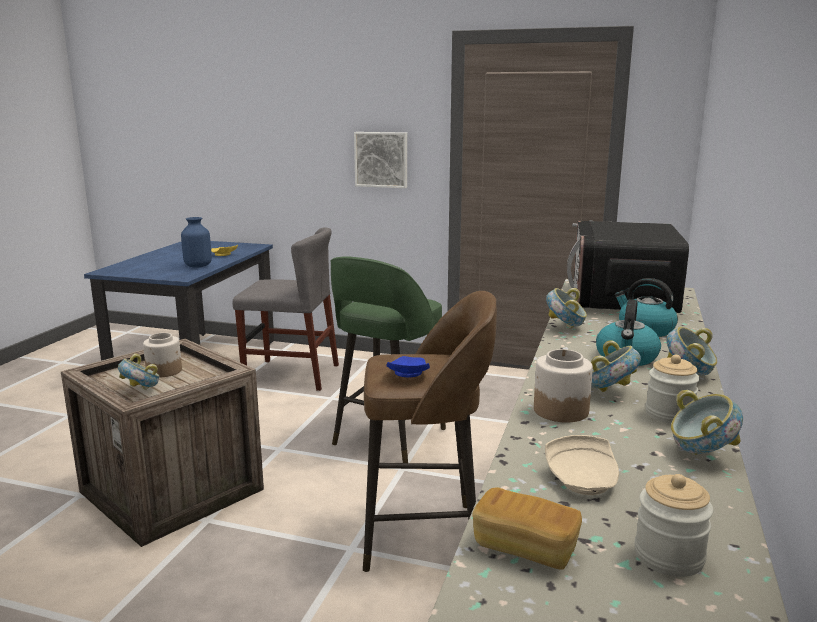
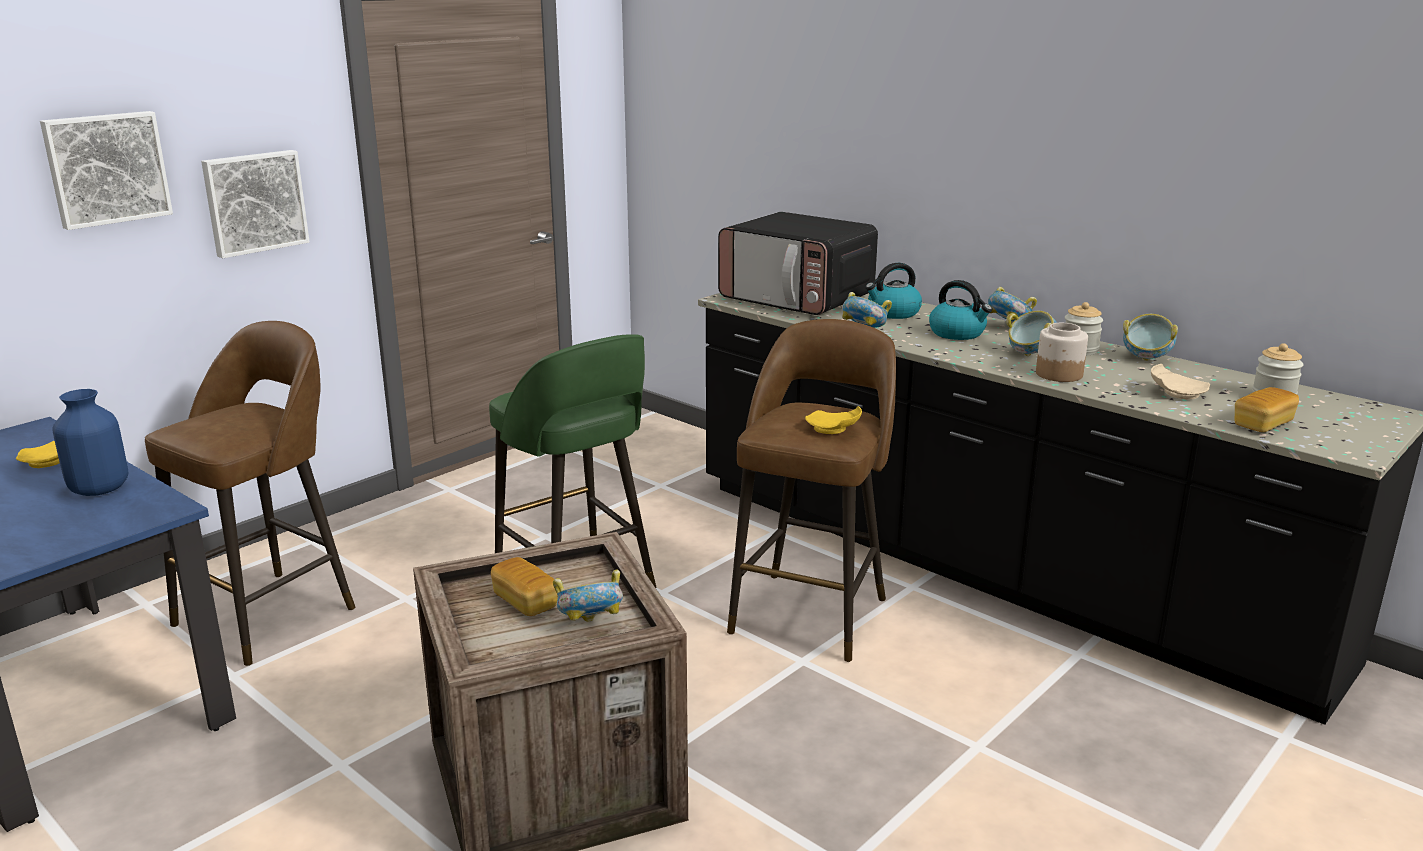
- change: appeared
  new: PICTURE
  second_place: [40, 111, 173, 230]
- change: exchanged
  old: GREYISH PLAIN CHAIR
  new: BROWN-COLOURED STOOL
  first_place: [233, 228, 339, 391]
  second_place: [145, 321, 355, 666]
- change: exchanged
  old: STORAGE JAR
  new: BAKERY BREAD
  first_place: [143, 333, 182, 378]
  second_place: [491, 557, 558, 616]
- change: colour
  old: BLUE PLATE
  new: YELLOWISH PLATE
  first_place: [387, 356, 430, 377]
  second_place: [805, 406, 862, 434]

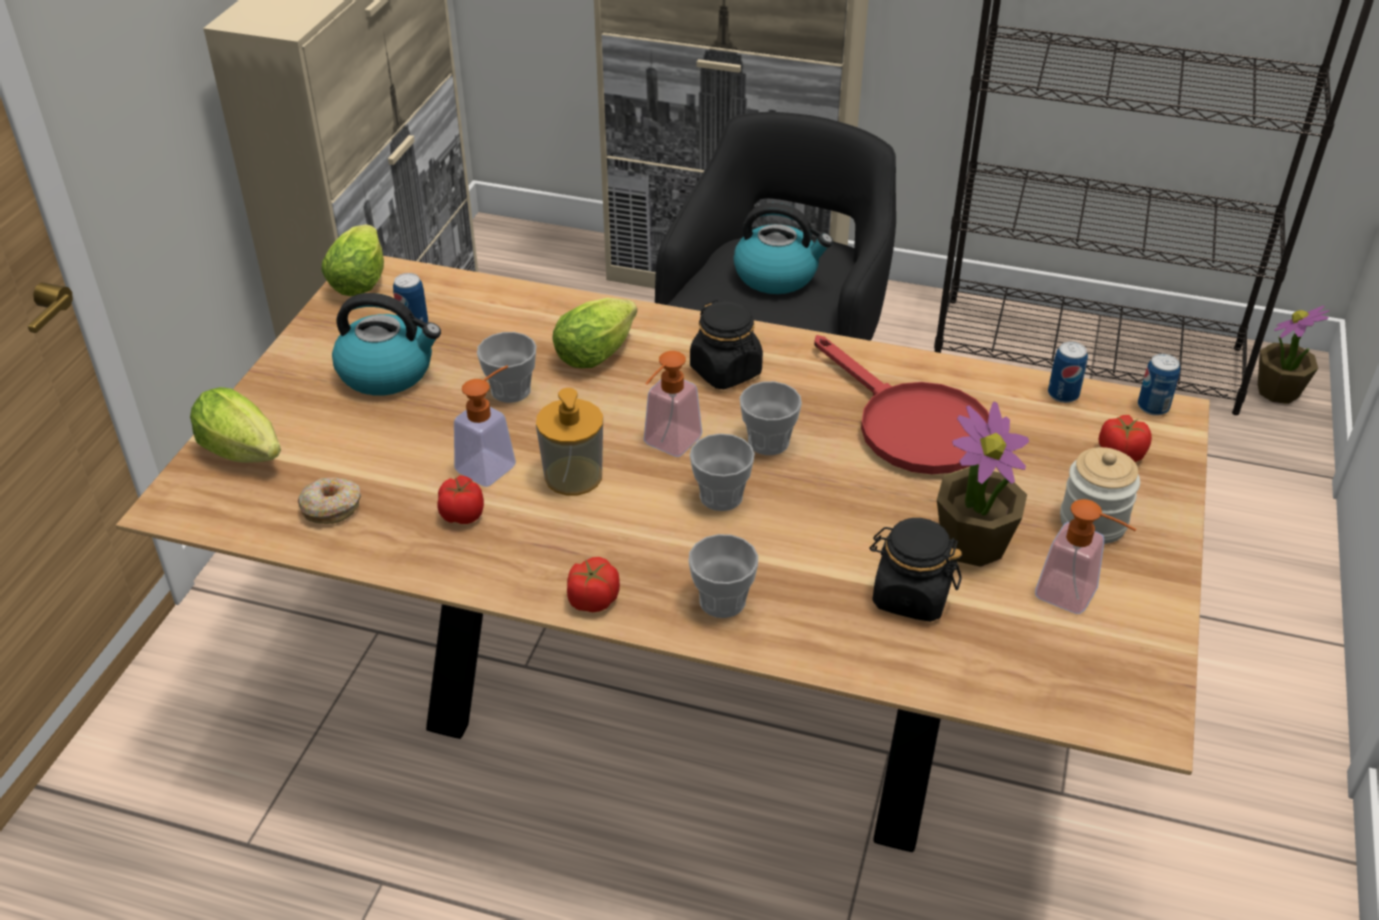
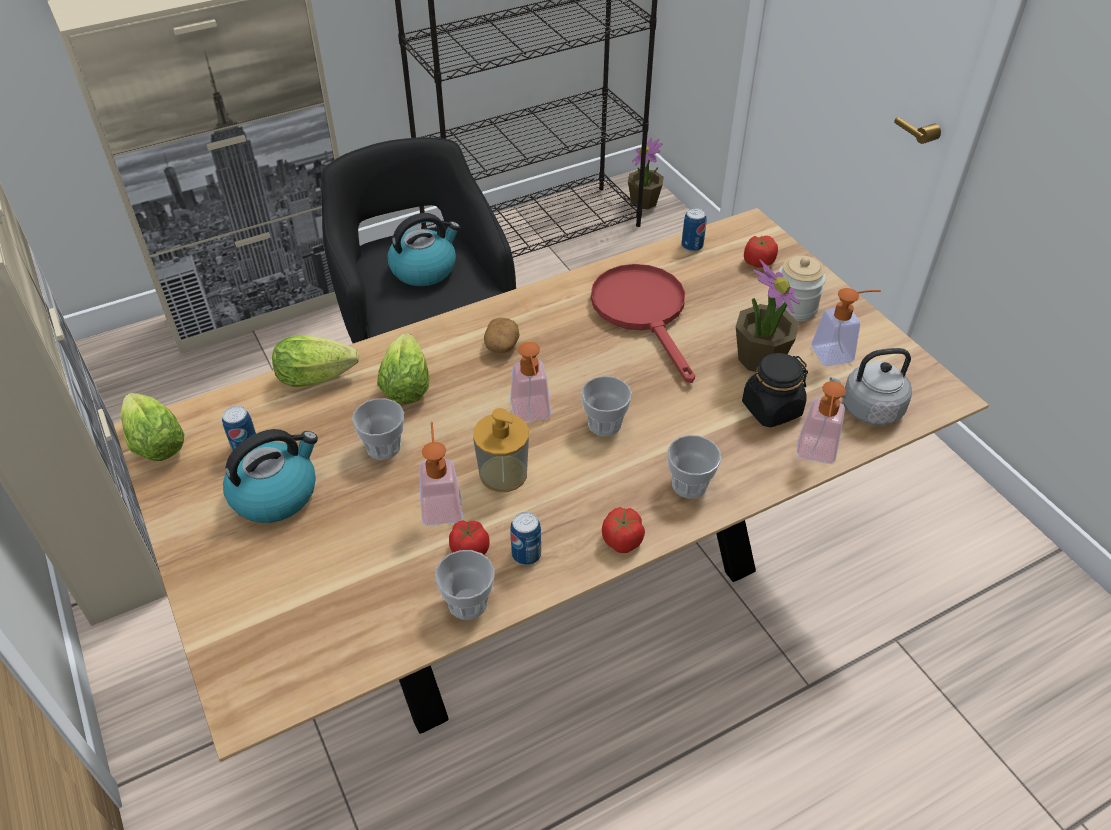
- change: relocated
  old: HEAD OF LETTUCE
  first_place: [190, 387, 281, 463]
  second_place: [272, 336, 359, 387]
- change: relocated
  old: DRINKING CUP
  first_place: [740, 381, 802, 455]
  second_place: [435, 550, 494, 620]
- change: exchanged
  old: BLACK STORAGE JAR
  new: POTATO
  first_place: [690, 299, 763, 389]
  second_place: [484, 318, 520, 353]
- change: relocated
  old: CAN
  first_place: [1138, 354, 1180, 416]
  second_place: [510, 512, 541, 565]
- change: spun
  old: REDDISH SKILLET
  first_place: [814, 335, 989, 474]
  second_place: [591, 264, 695, 383]
  degrees: -120
- change: appeared
  new: SOAP DISPENSER
  second_place: [797, 381, 846, 464]
- change: appeared
  new: GREYISH TEA KETTLE
  second_place: [830, 348, 912, 425]
- change: missing
  old: RING DOUGHNUT
  first_place: [298, 478, 361, 524]

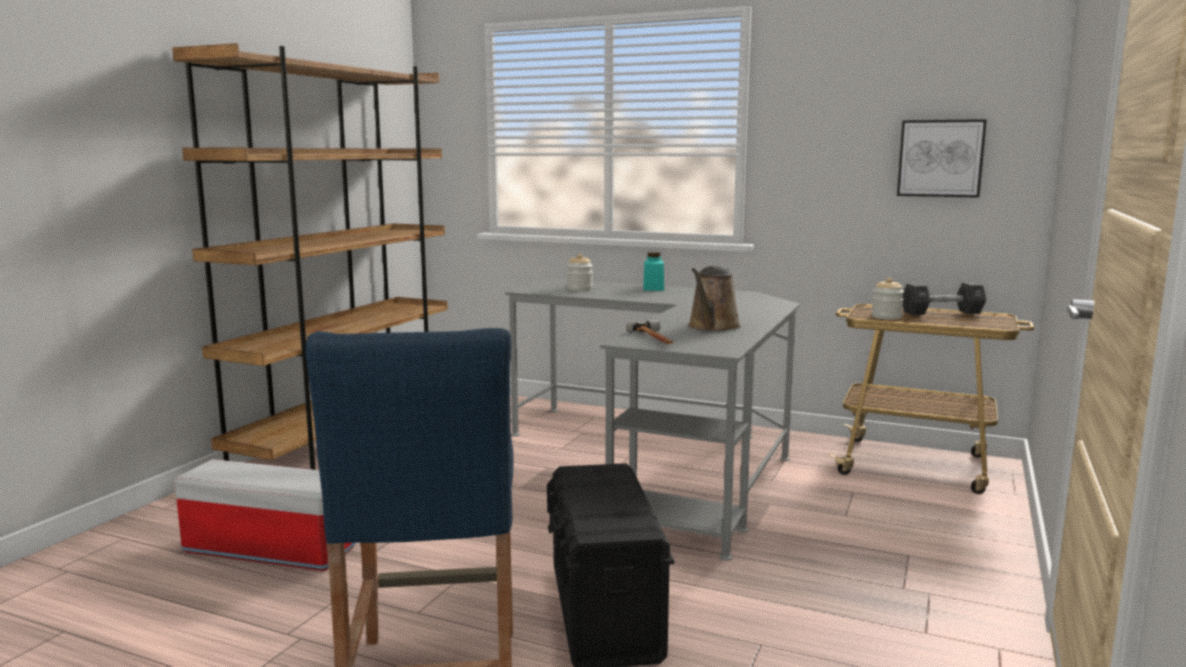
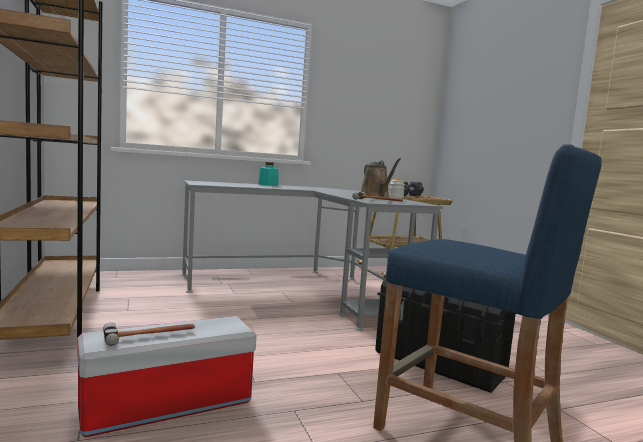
- change: appeared
  new: HAND HAMMER
  second_place: [103, 322, 195, 346]
- change: missing
  old: STORAGE JAR
  first_place: [567, 254, 593, 291]
- change: missing
  old: PICTURE
  first_place: [897, 119, 987, 198]

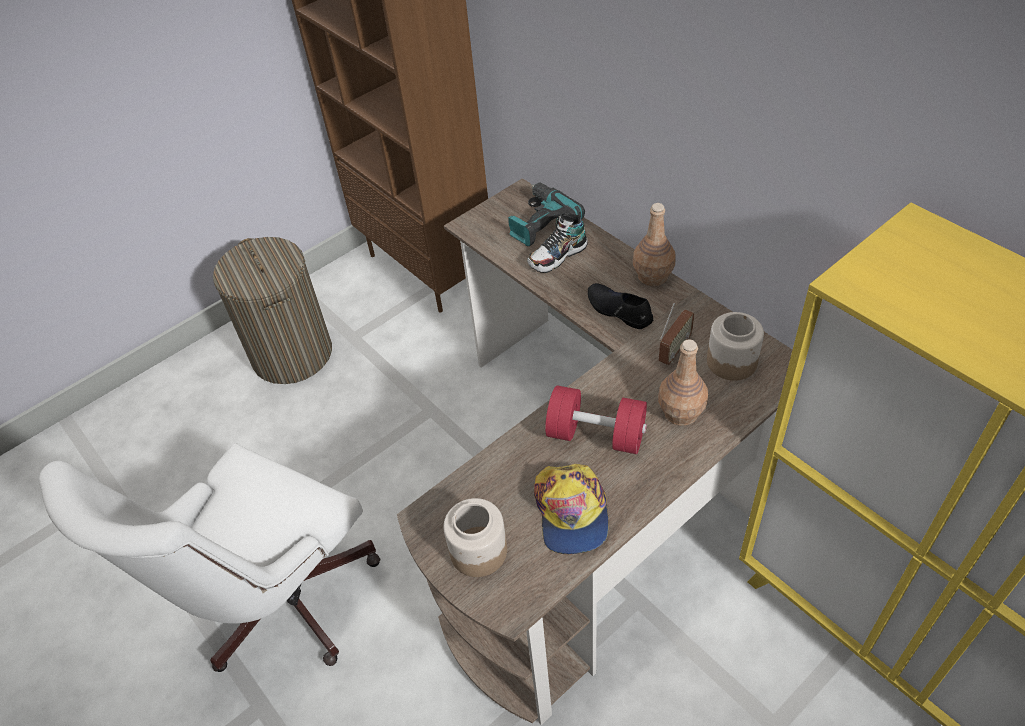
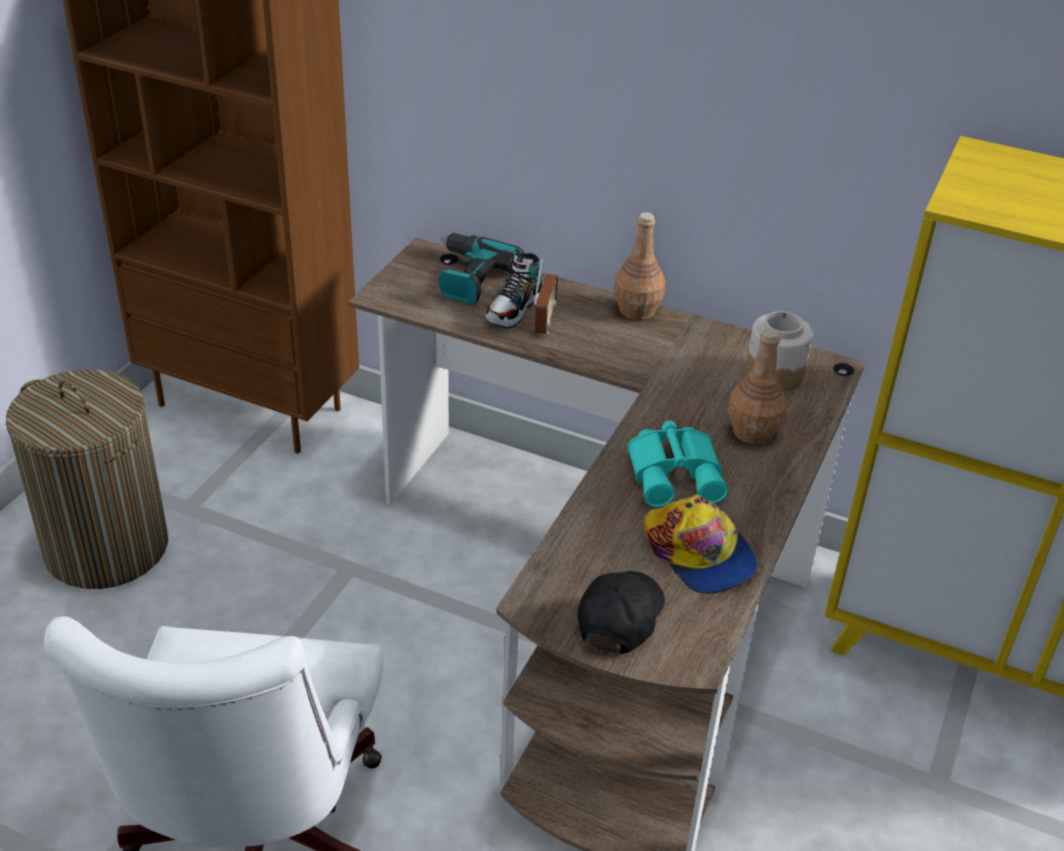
- change: relocated
  old: RADIO SET
  first_place: [659, 302, 695, 365]
  second_place: [534, 259, 558, 334]
- change: exchanged
  old: STORAGE JAR
  new: BLACK CAP
  first_place: [443, 498, 507, 577]
  second_place: [578, 571, 665, 654]
- change: exchanged
  old: REDDISH FREE WEIGHT
  new: TURQUOISE FIELD GLASSES
  first_place: [545, 385, 647, 454]
  second_place: [627, 421, 728, 507]
- change: missing
  old: BLACK LOW SHOE
  first_place: [588, 283, 653, 329]

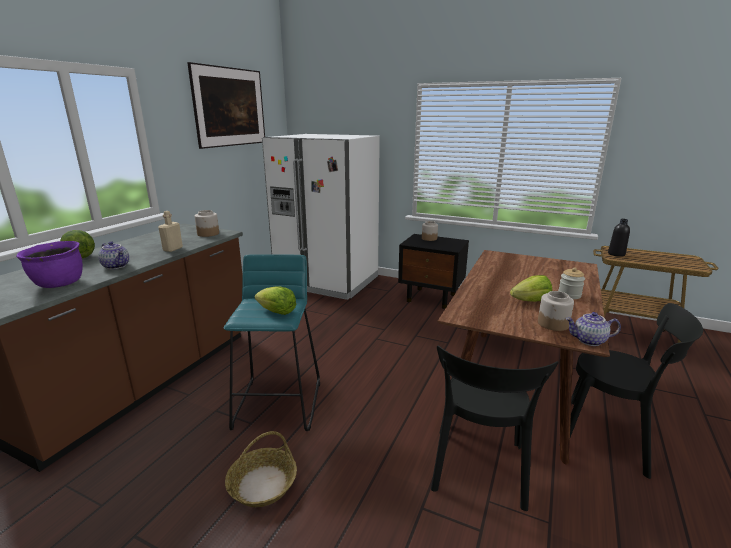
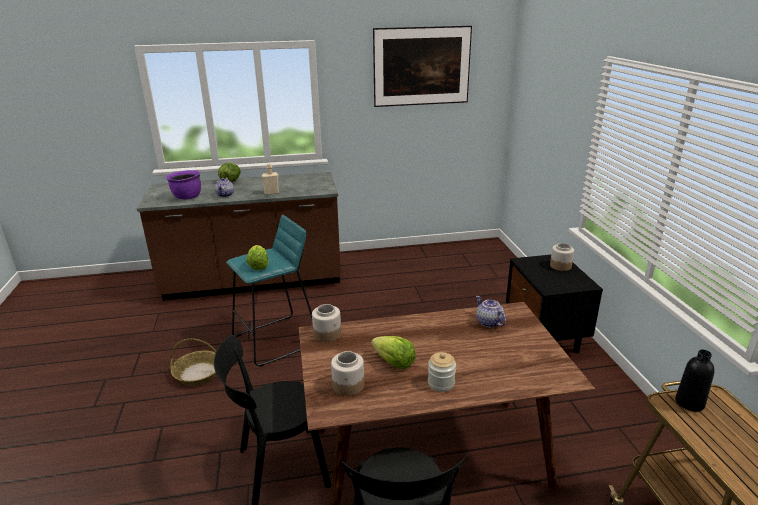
- change: relocated
  old: STORAGE JAR
  first_place: [195, 210, 219, 237]
  second_place: [312, 304, 341, 342]
- change: relocated
  old: POT FOR TEA
  first_place: [566, 312, 621, 346]
  second_place: [476, 296, 506, 327]
- change: missing
  old: WHITE FRIDGE
  first_place: [262, 134, 380, 300]

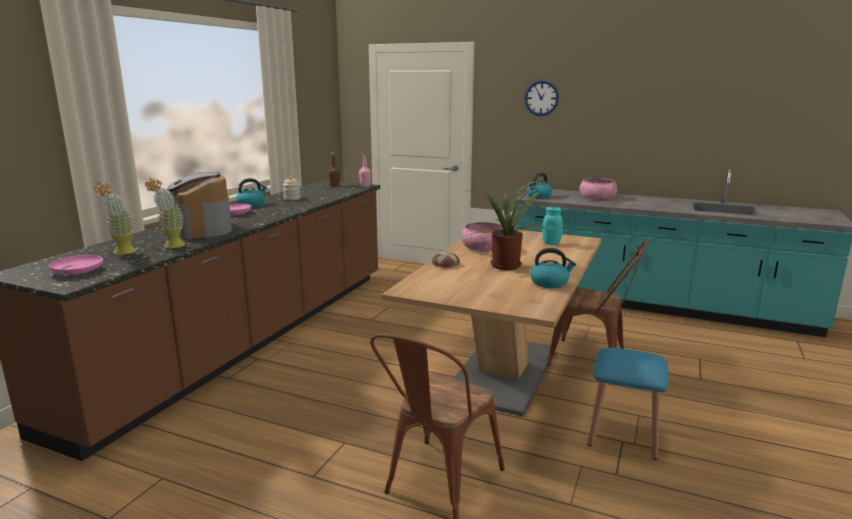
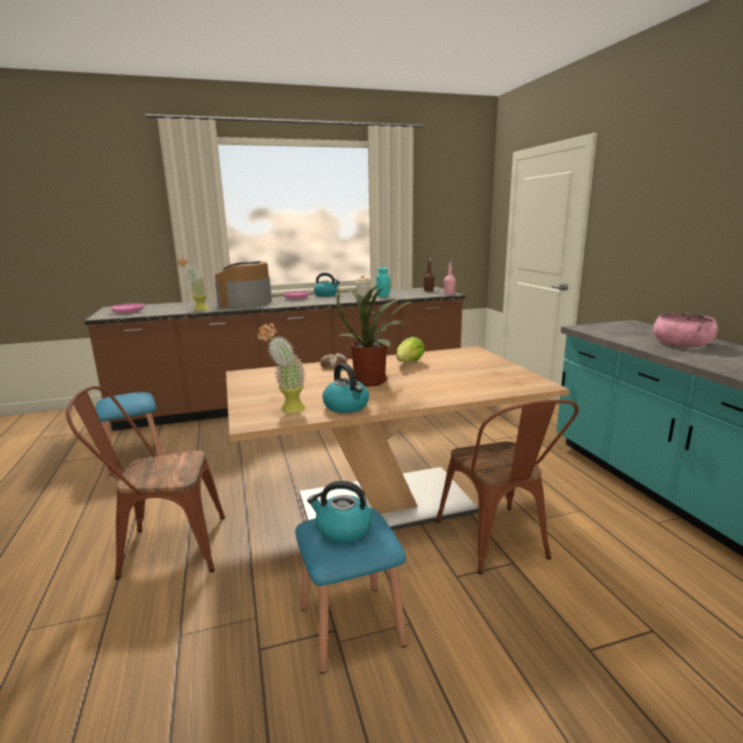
- change: appeared
  new: BLUE STOOL
  second_place: [95, 392, 163, 476]
- change: relocated
  old: PLANT IN A POT
  first_place: [94, 183, 136, 255]
  second_place: [257, 323, 306, 413]
- change: relocated
  old: TEA KETTLE
  first_place: [527, 173, 552, 198]
  second_place: [307, 481, 372, 543]
- change: relocated
  old: TURQUOISE STORAGE JAR
  first_place: [542, 207, 563, 245]
  second_place: [376, 267, 390, 297]
- change: exchanged
  old: PINK BOWL
  new: HEAD OF LETTUCE
  first_place: [462, 222, 503, 252]
  second_place: [396, 337, 425, 362]
- change: missing
  old: WALL CLOCK
  first_place: [524, 80, 559, 116]

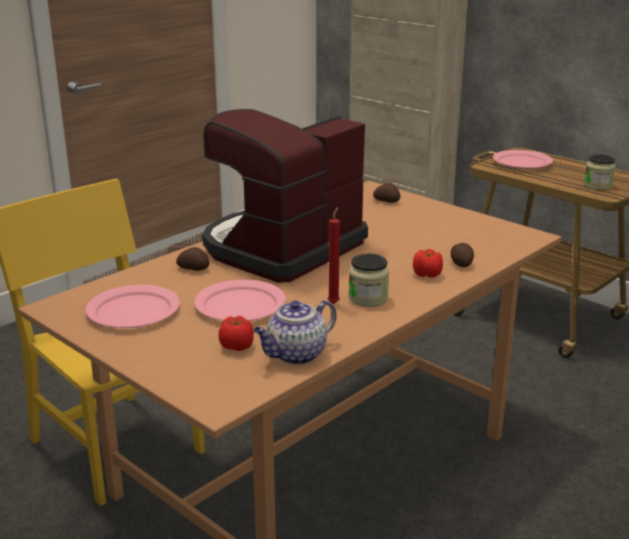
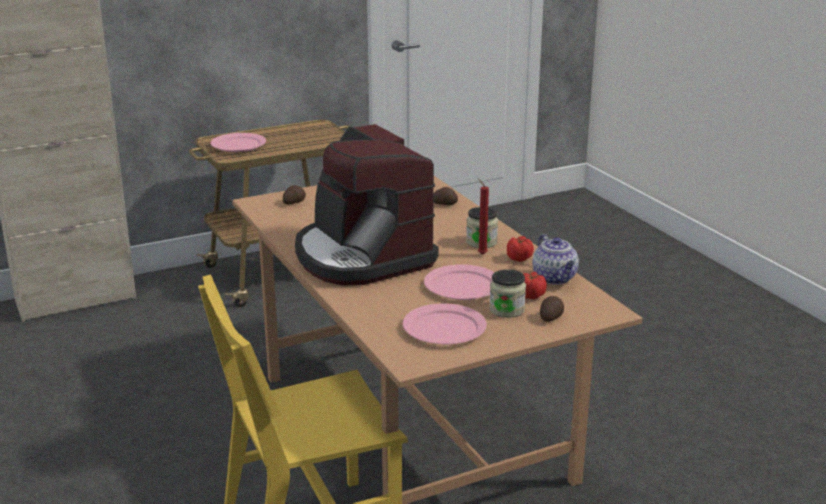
- change: relocated
  old: STORAGE JAR
  first_place: [584, 154, 616, 190]
  second_place: [489, 269, 526, 318]
- change: relocated
  old: TOMATO
  first_place: [413, 249, 443, 278]
  second_place: [507, 236, 534, 262]
- change: relocated
  old: POTATO
  first_place: [176, 247, 210, 271]
  second_place: [540, 296, 564, 322]

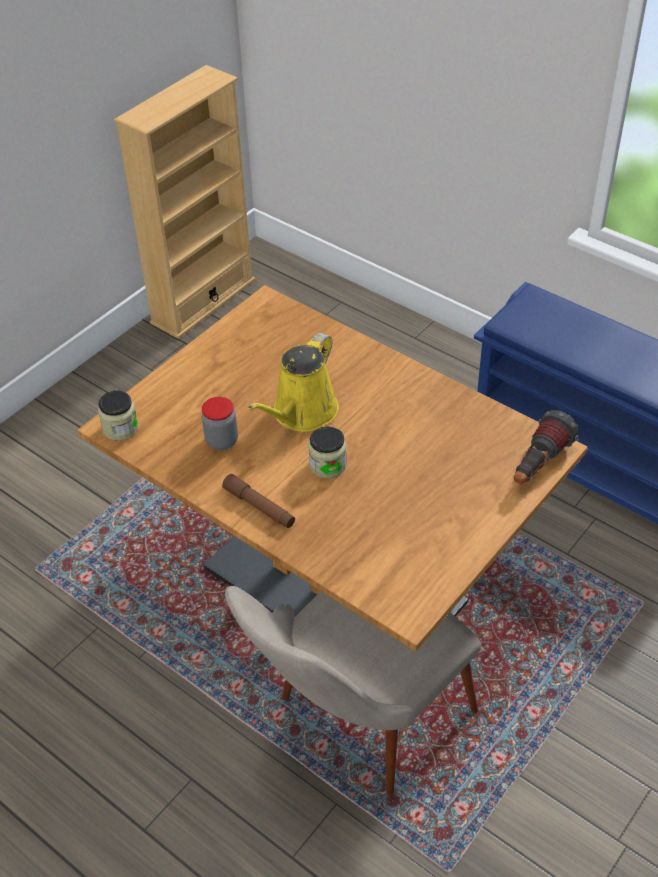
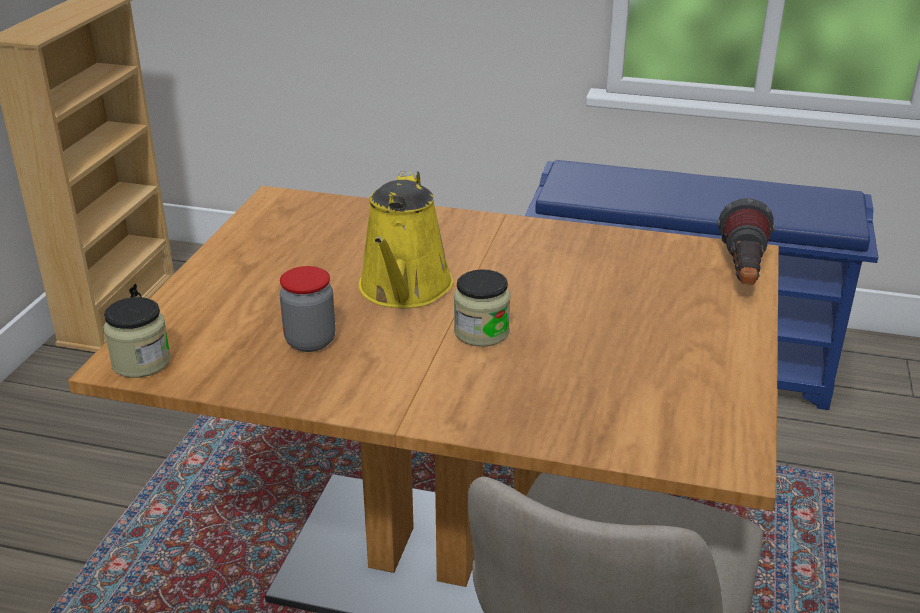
- change: missing
  old: BROWN-COLOURED FLASHLIGHT
  first_place: [222, 474, 295, 528]

